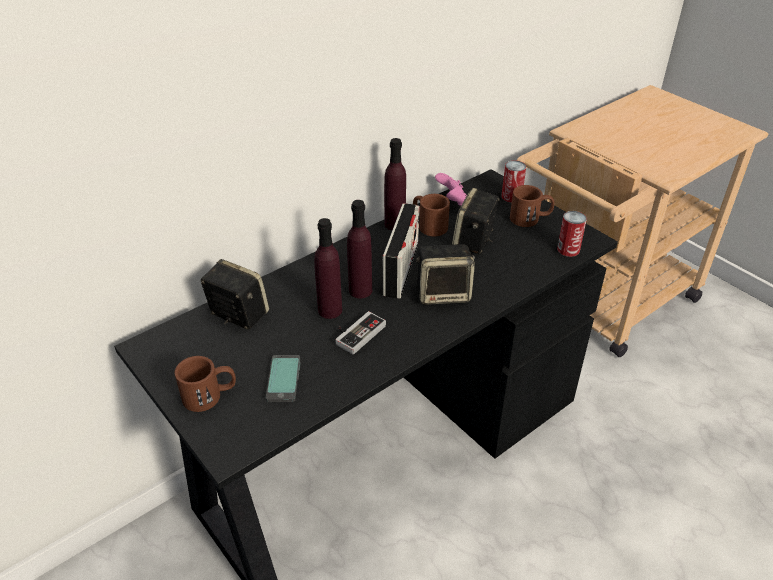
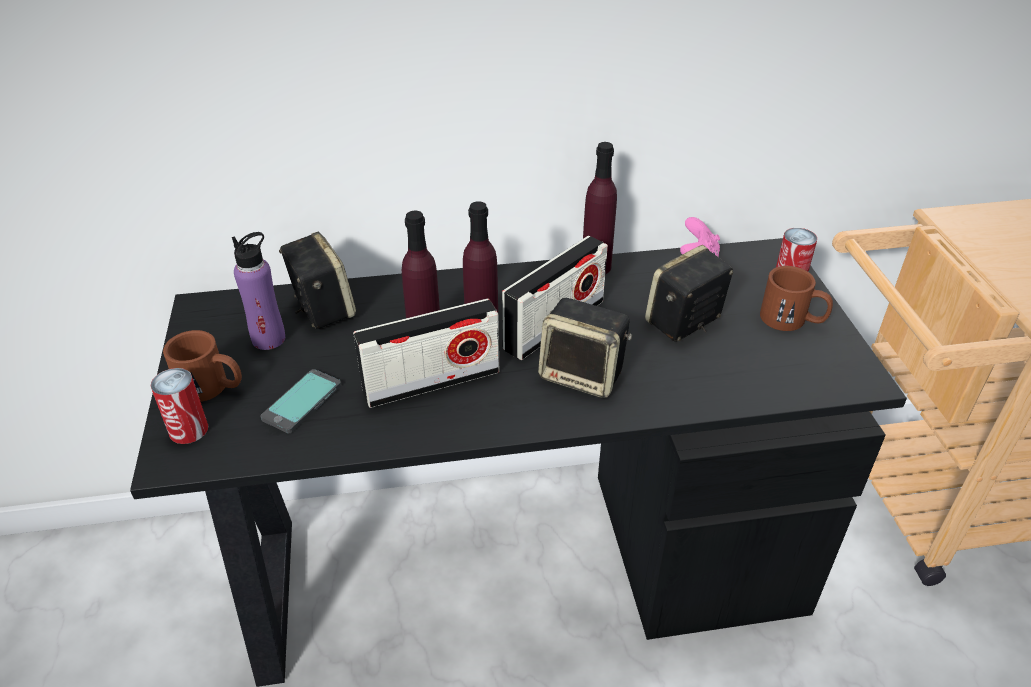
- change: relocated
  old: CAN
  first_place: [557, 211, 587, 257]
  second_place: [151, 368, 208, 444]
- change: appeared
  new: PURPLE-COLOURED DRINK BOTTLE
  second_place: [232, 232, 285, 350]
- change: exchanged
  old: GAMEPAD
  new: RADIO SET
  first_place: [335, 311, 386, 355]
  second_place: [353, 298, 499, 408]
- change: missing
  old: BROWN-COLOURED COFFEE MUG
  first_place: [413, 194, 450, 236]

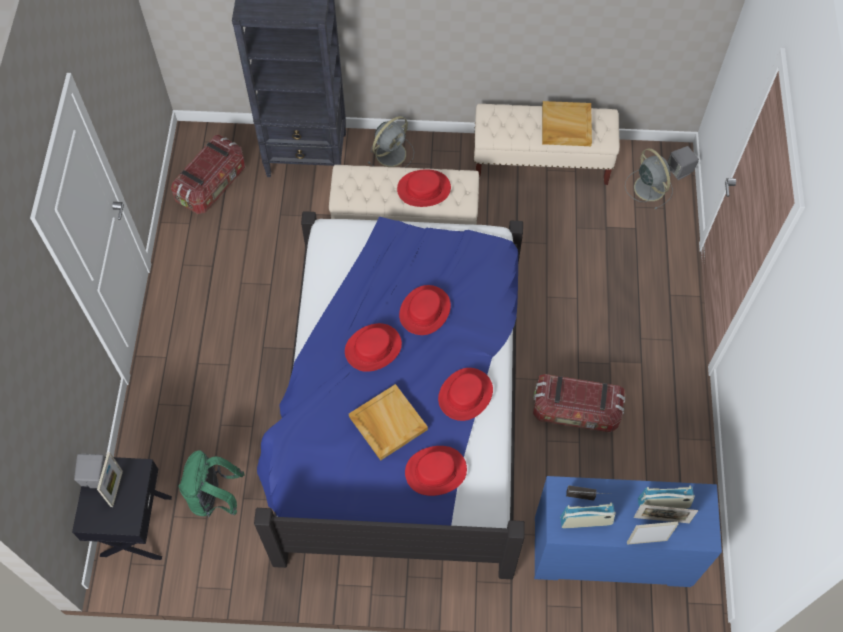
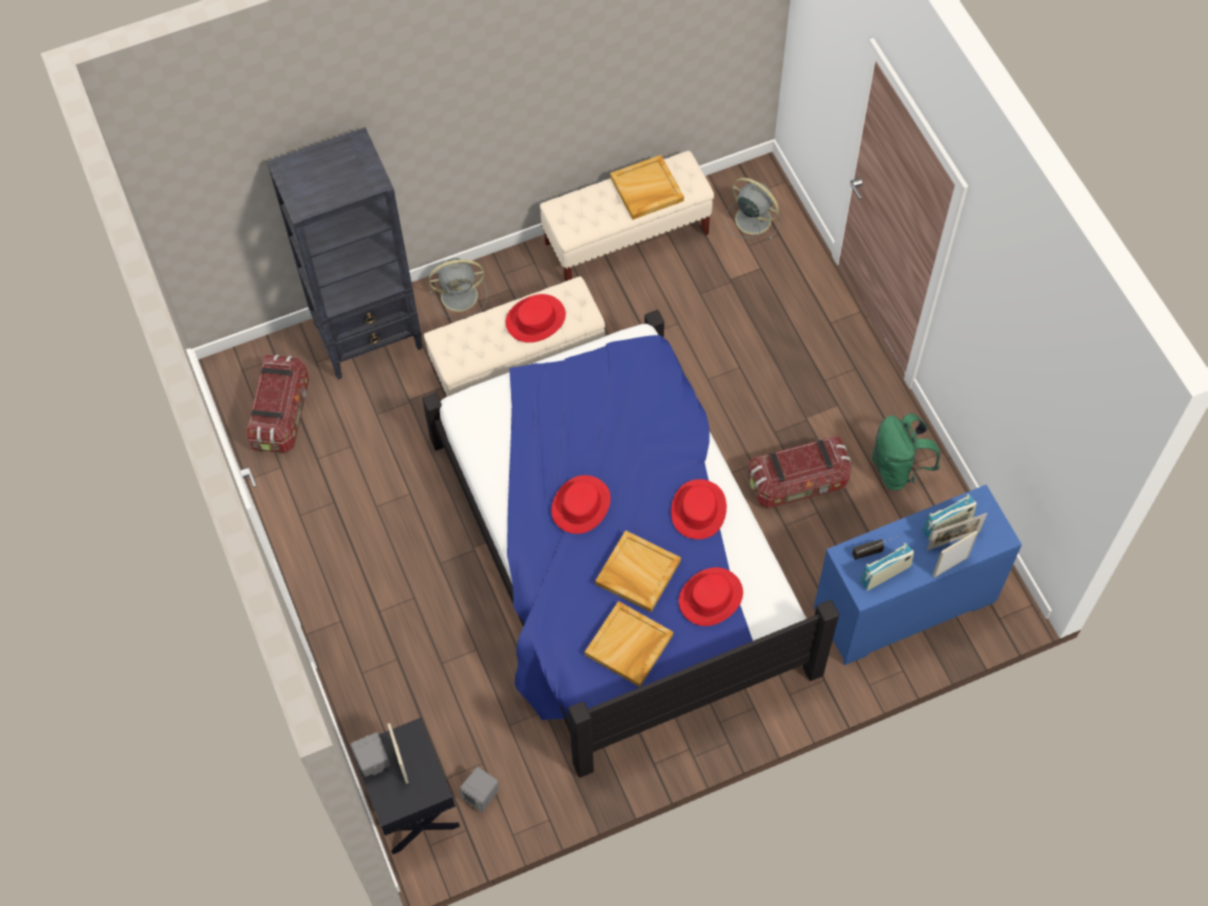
- change: spun
  old: GREYISH FAN
  first_place: [368, 116, 414, 168]
  second_place: [429, 258, 487, 318]
  degrees: 60
- change: relocated
  old: GREYISH LOUDSPEAKER
  first_place: [667, 146, 699, 180]
  second_place: [460, 767, 499, 812]
- change: appeared
  new: BEIGE-COLOURED CARRYING TRAY
  second_place: [585, 601, 673, 687]
- change: relocated
  old: GREEN KNAPSACK
  first_place: [179, 450, 245, 518]
  second_place: [872, 413, 940, 490]
- change: missing
  old: REDDISH WEARABLE HAT
  first_place: [399, 285, 451, 335]

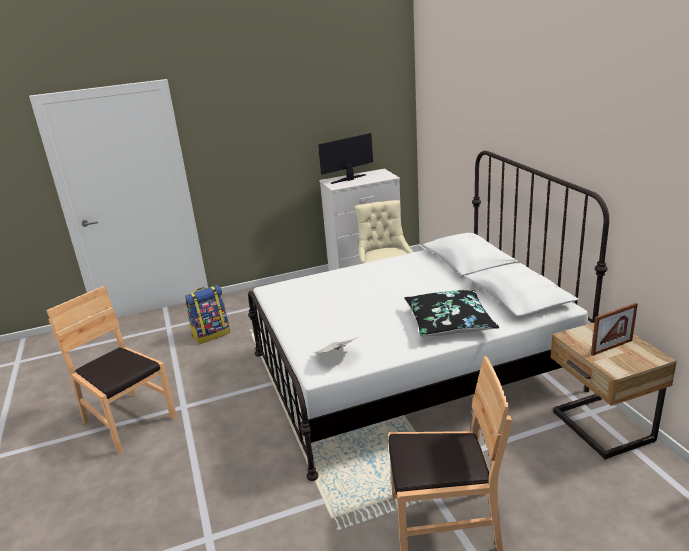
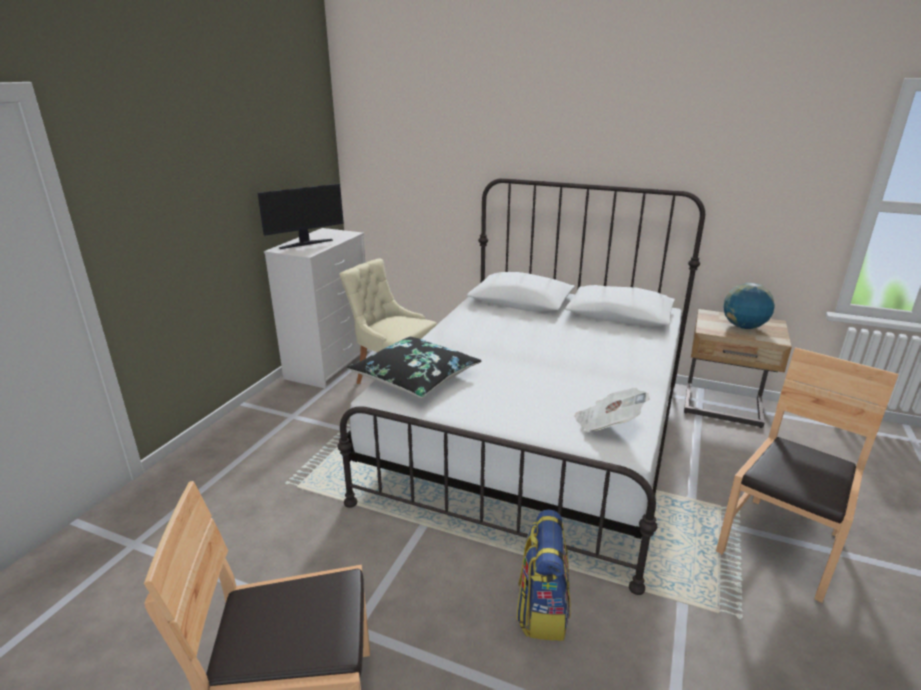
- change: spun
  old: COMPUTER DISPLAY
  first_place: [318, 133, 373, 184]
  second_place: [258, 184, 344, 249]
  degrees: -135
- change: relocated
  old: BLACK CUSHION
  first_place: [404, 290, 499, 337]
  second_place: [347, 337, 481, 398]
- change: relocated
  old: KNAPSACK
  first_place: [185, 285, 230, 344]
  second_place: [517, 510, 571, 641]
- change: exchanged
  old: STANDING FRAME
  new: WORLD GLOBE
  first_place: [591, 303, 638, 356]
  second_place: [723, 283, 775, 329]

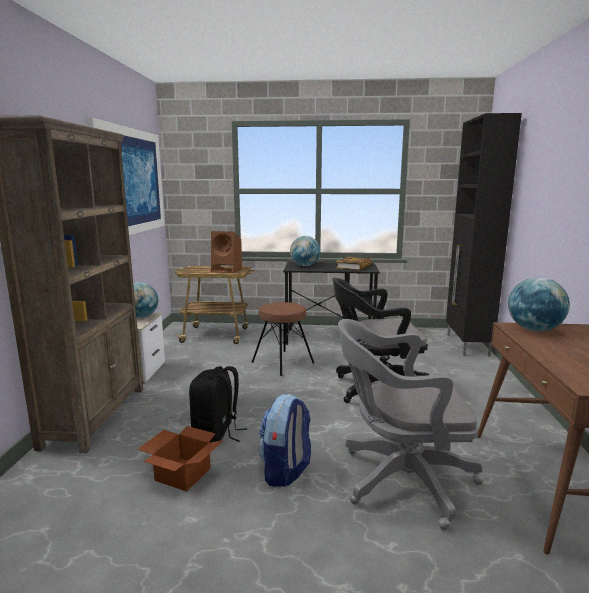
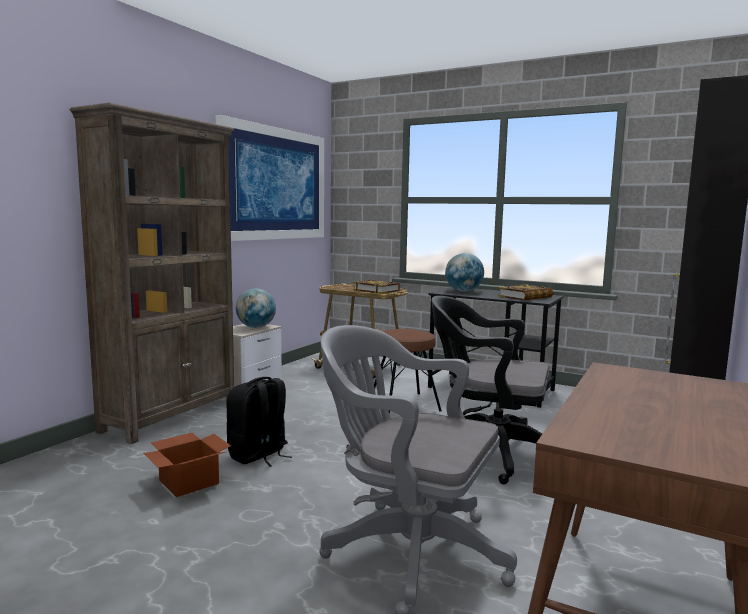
- change: exchanged
  old: BROWN-COLOURED LOUDSPEAKER
  new: BOUND BOOK
  first_place: [211, 231, 242, 273]
  second_place: [353, 280, 400, 294]
- change: missing
  old: KNAPSACK
  first_place: [258, 394, 311, 487]
- change: missing
  old: WORLD GLOBE
  first_place: [508, 277, 570, 332]

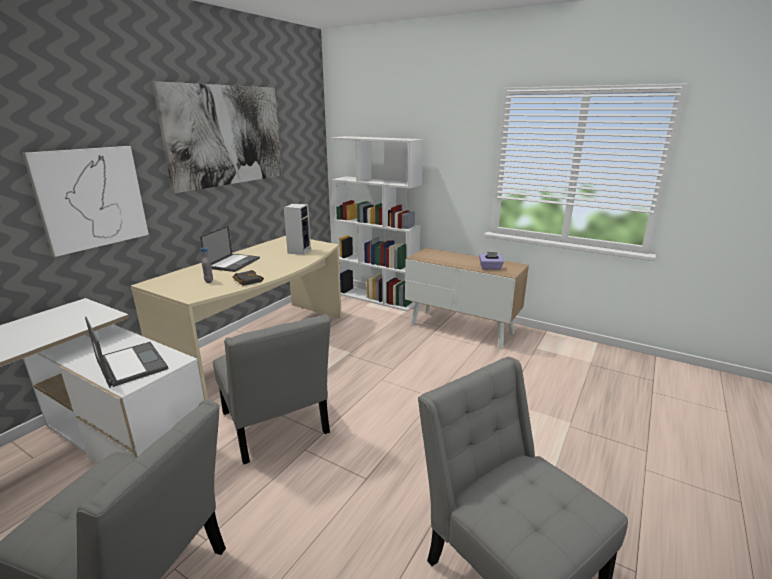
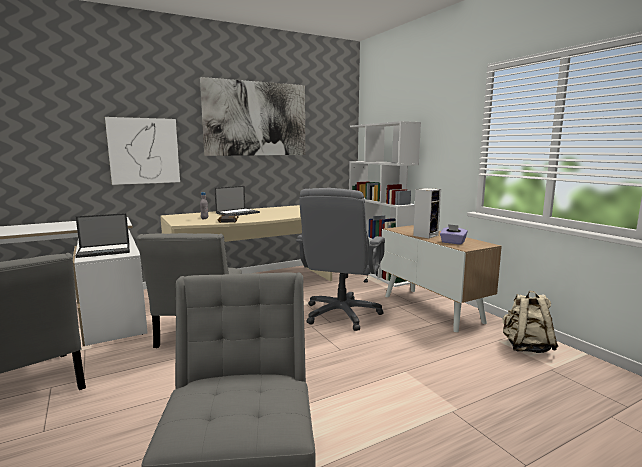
- change: spun
  old: NOTEBOOK COMPUTER
  first_place: [85, 317, 168, 388]
  second_place: [76, 213, 130, 258]
  degrees: 75
- change: appeared
  new: GREYISH OFFICE CHAIR
  second_place: [296, 188, 385, 331]
- change: relocated
  old: LOUDSPEAKER
  first_place: [284, 204, 311, 255]
  second_place: [413, 188, 441, 238]
- change: appeared
  new: BEIGE-COLOURED KNAPSACK
  second_place: [502, 291, 559, 353]

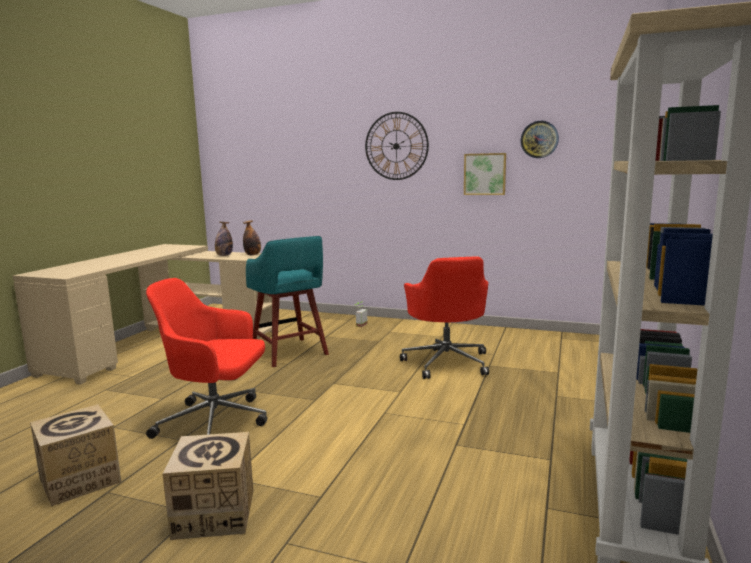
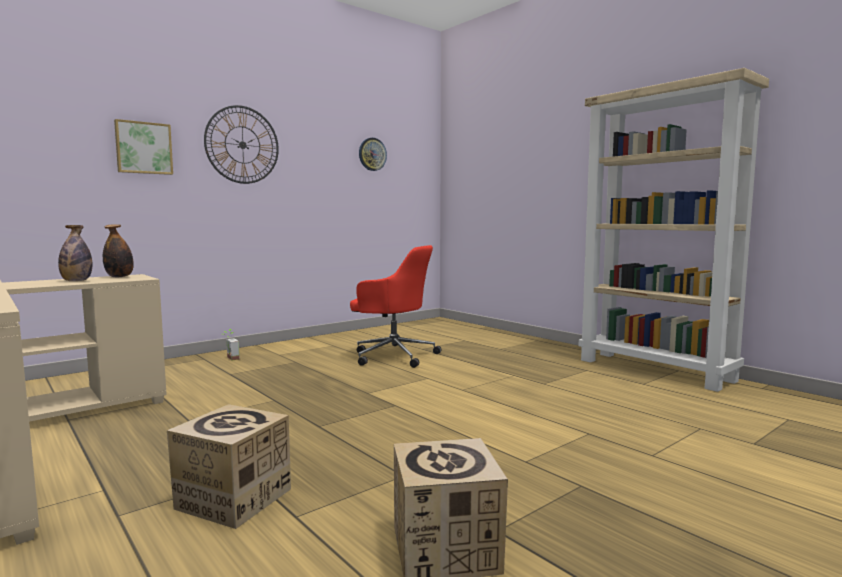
- change: relocated
  old: PICTURE
  first_place: [464, 153, 506, 195]
  second_place: [114, 119, 173, 175]
- change: relocated
  old: CARTON
  first_place: [162, 432, 253, 540]
  second_place: [167, 404, 291, 529]
- change: missing
  old: REDDISH OFFICE CHAIR
  first_place: [146, 278, 267, 439]
- change: missing
  old: TURQUOISE STOOL
  first_place: [246, 236, 329, 367]

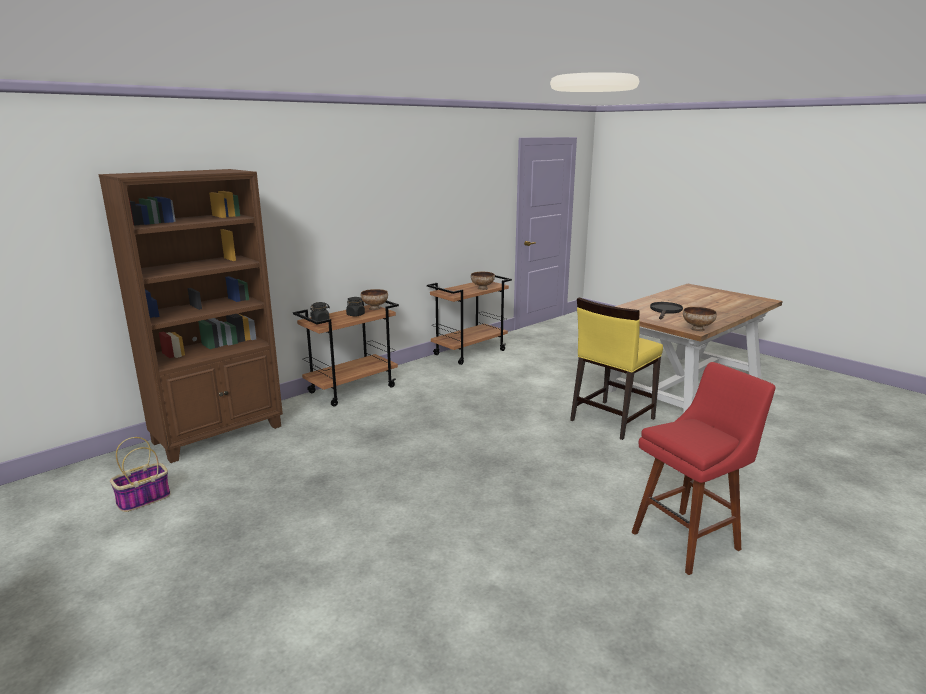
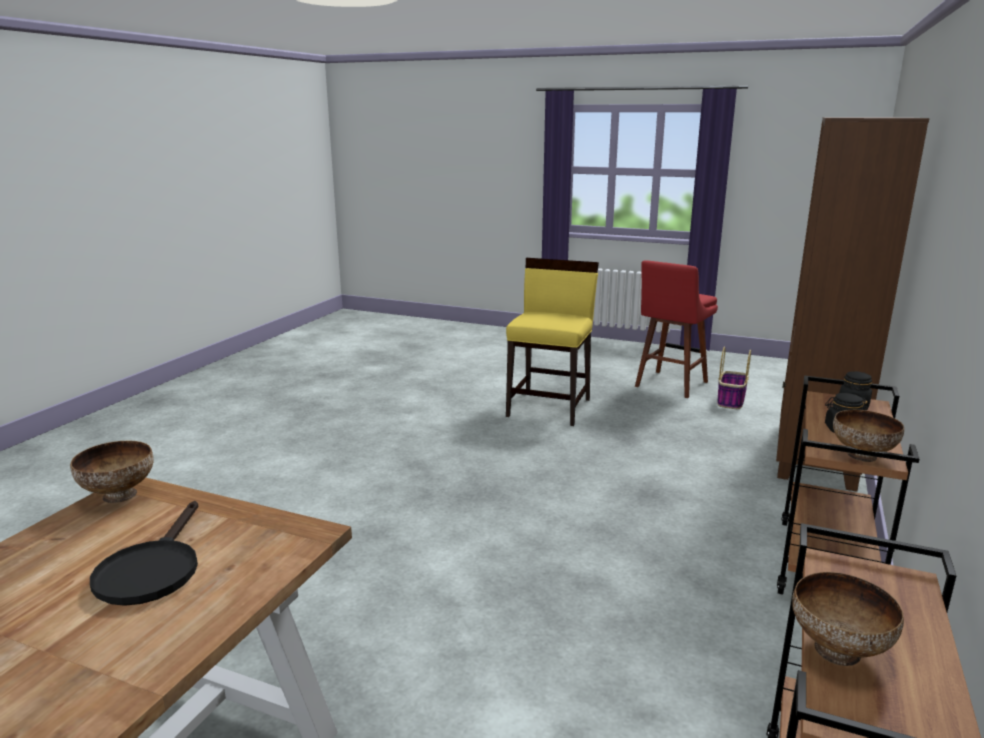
- change: relocated
  old: YELLOWISH PLAIN CHAIR
  first_place: [570, 297, 663, 440]
  second_place: [506, 258, 599, 426]
- change: relocated
  old: REDDISH STOOL
  first_place: [632, 362, 776, 575]
  second_place: [635, 260, 718, 398]

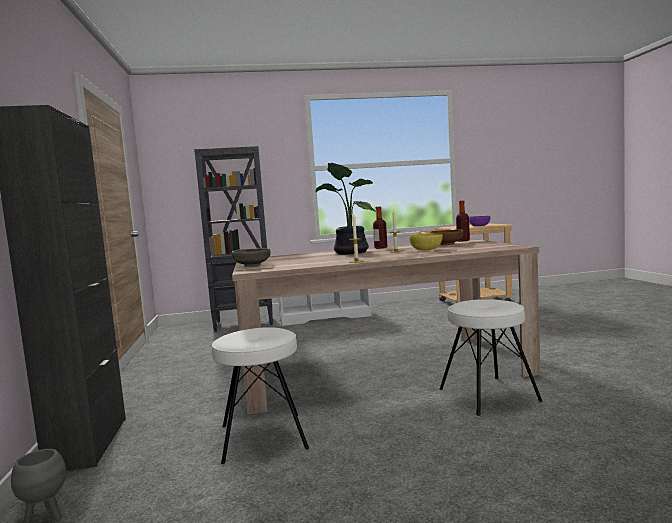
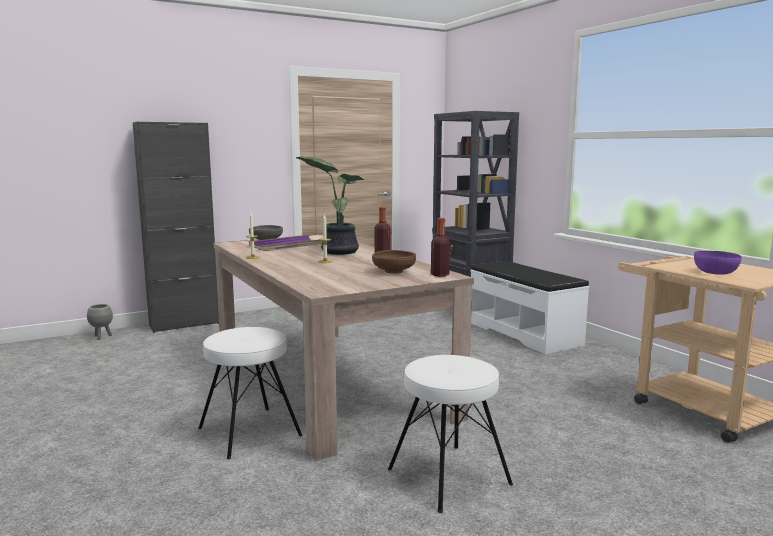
- change: appeared
  new: PURPLE-COLOURED CARRYING TRAY
  second_place: [249, 235, 323, 251]
- change: relocated
  old: WHITE STOOL
  first_place: [212, 327, 309, 464]
  second_place: [388, 355, 513, 513]
- change: missing
  old: YELLOWISH BOWL
  first_place: [409, 233, 443, 250]

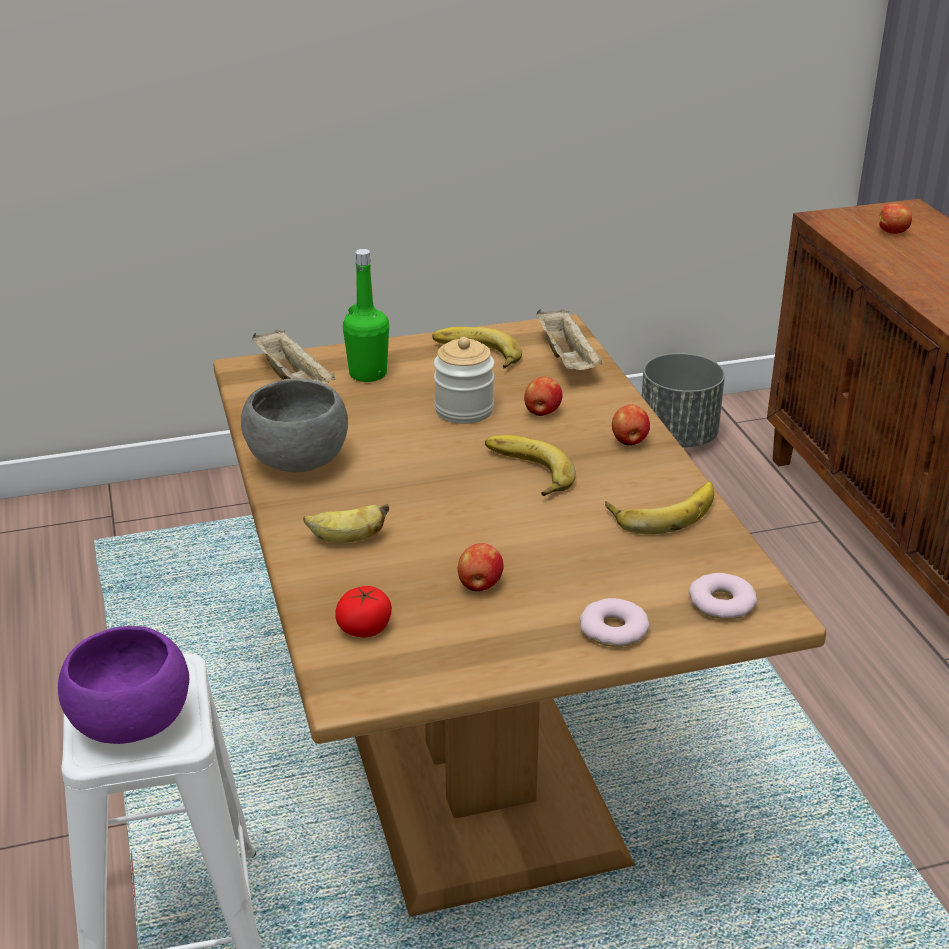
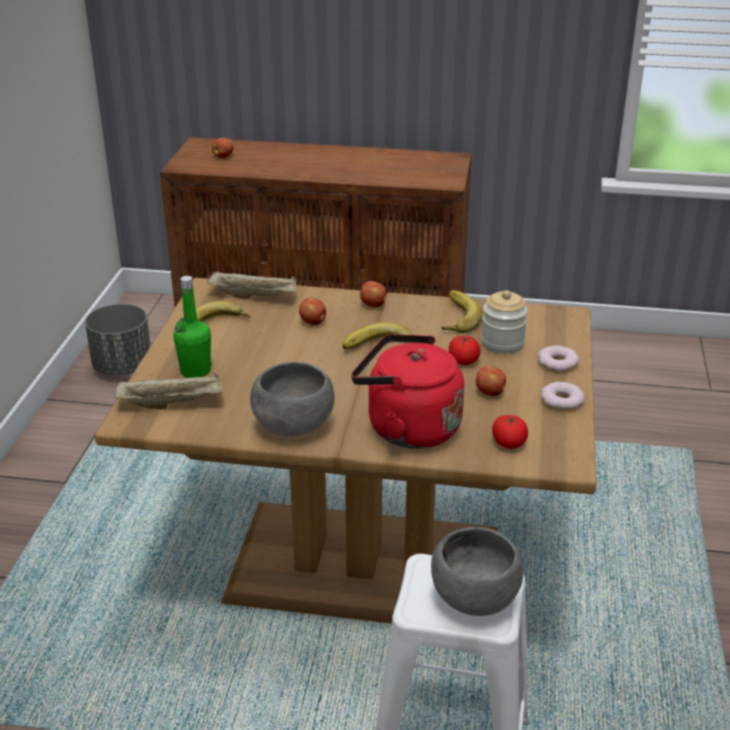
- change: exchanged
  old: WHOLE BANANA
  new: REDDISH TEA KETTLE
  first_place: [303, 503, 389, 543]
  second_place: [351, 334, 464, 449]
- change: colour
  old: PURPLE-COLOURED BOWL
  new: GREYISH BOWL
  first_place: [58, 626, 189, 744]
  second_place: [431, 527, 523, 616]
- change: appeared
  new: TOMATO
  second_place: [449, 336, 480, 365]
- change: relocated
  old: STORAGE JAR
  first_place: [434, 337, 494, 424]
  second_place: [481, 290, 528, 353]
- change: relocated
  old: RING DOUGHNUT
  first_place: [689, 573, 757, 619]
  second_place: [541, 382, 585, 410]

